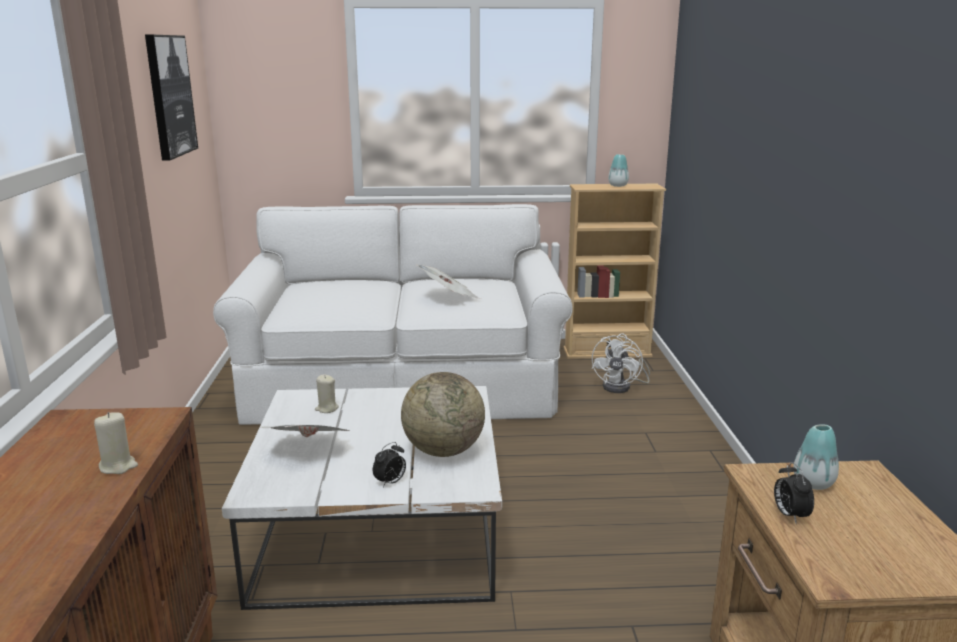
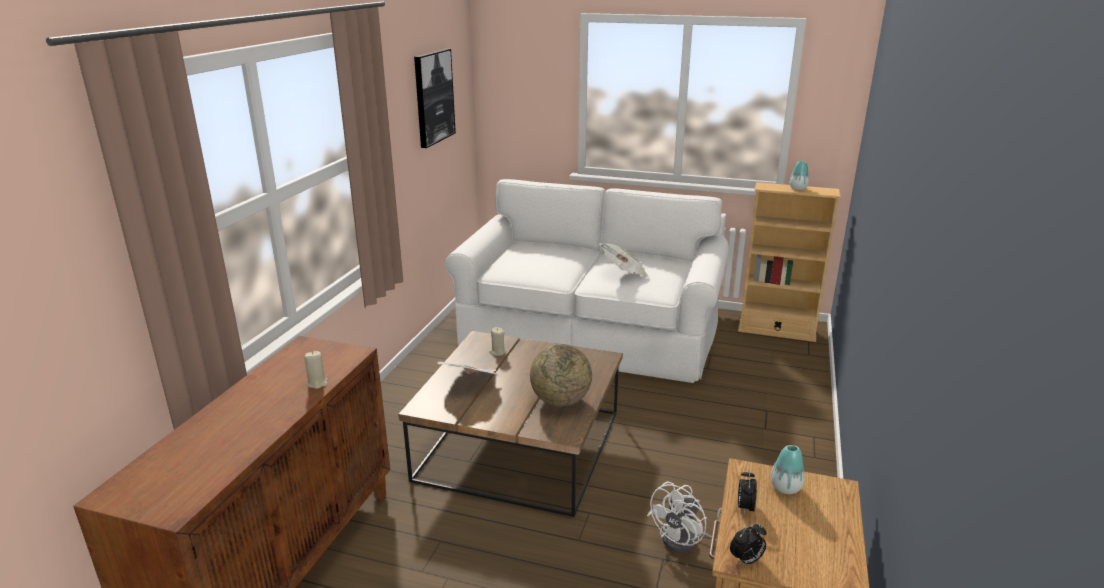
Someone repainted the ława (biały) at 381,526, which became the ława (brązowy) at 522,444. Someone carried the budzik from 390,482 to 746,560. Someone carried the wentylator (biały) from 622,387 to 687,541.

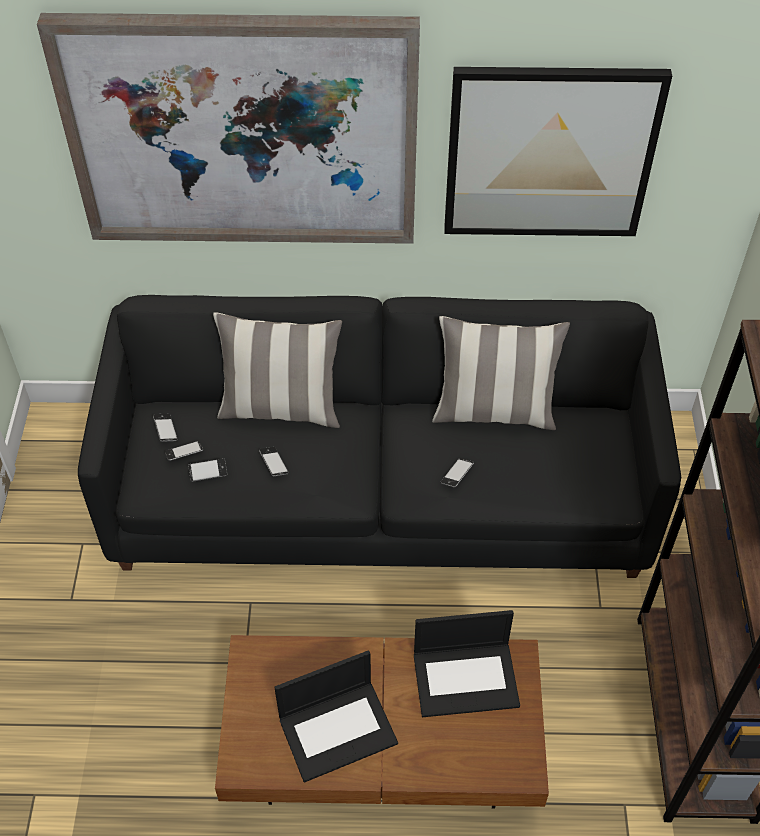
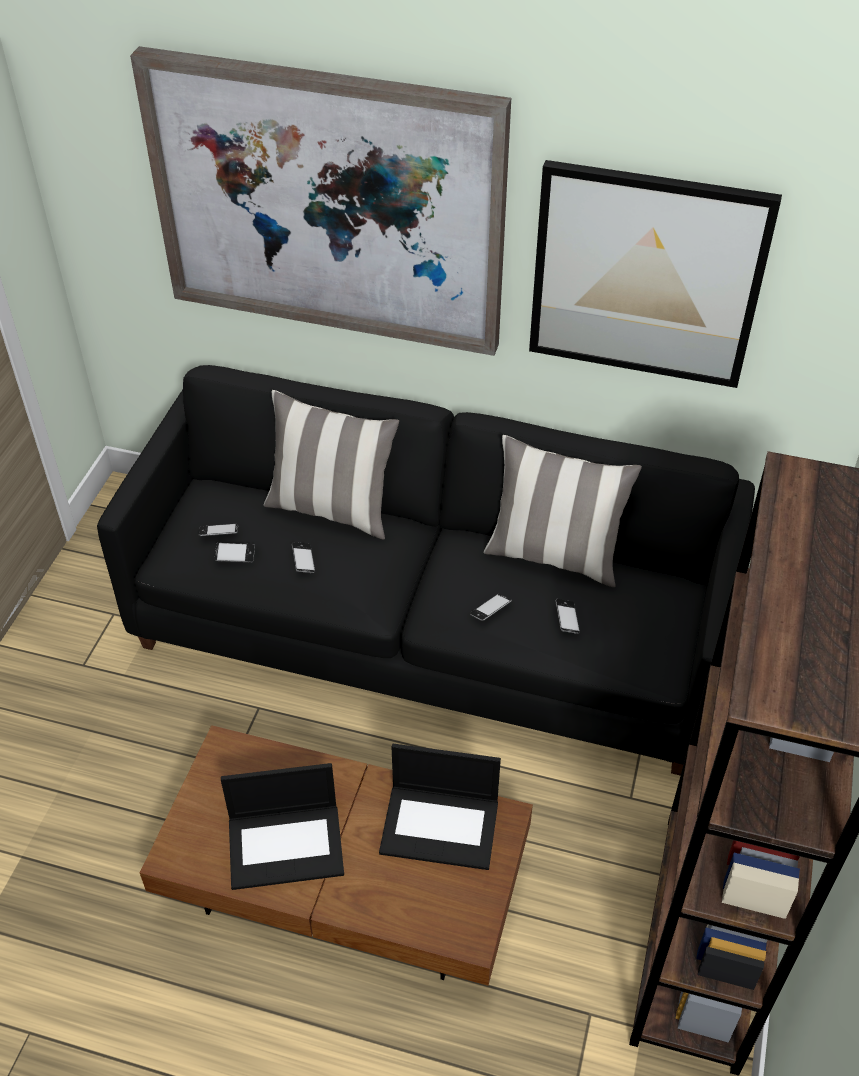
Someone carried the telefon from 165,429 to 567,618.

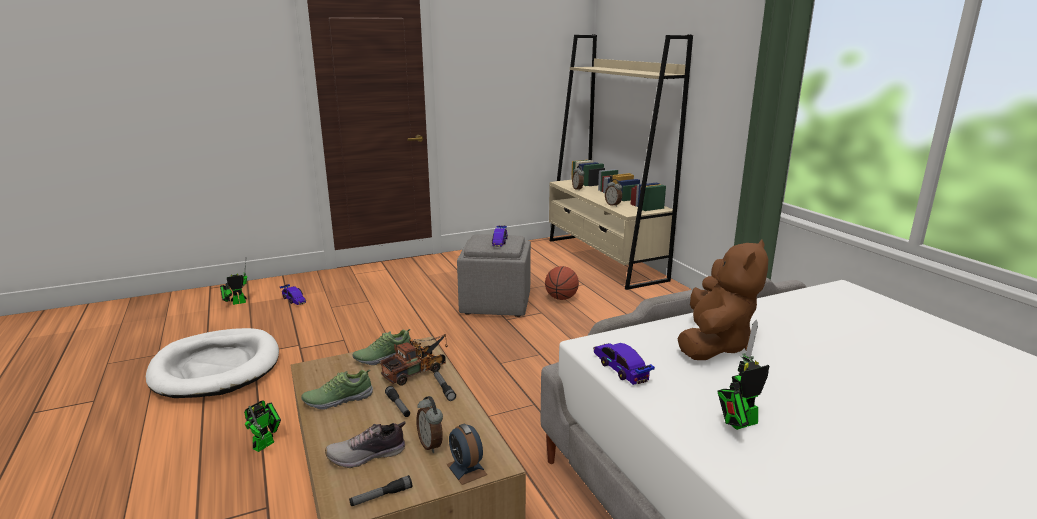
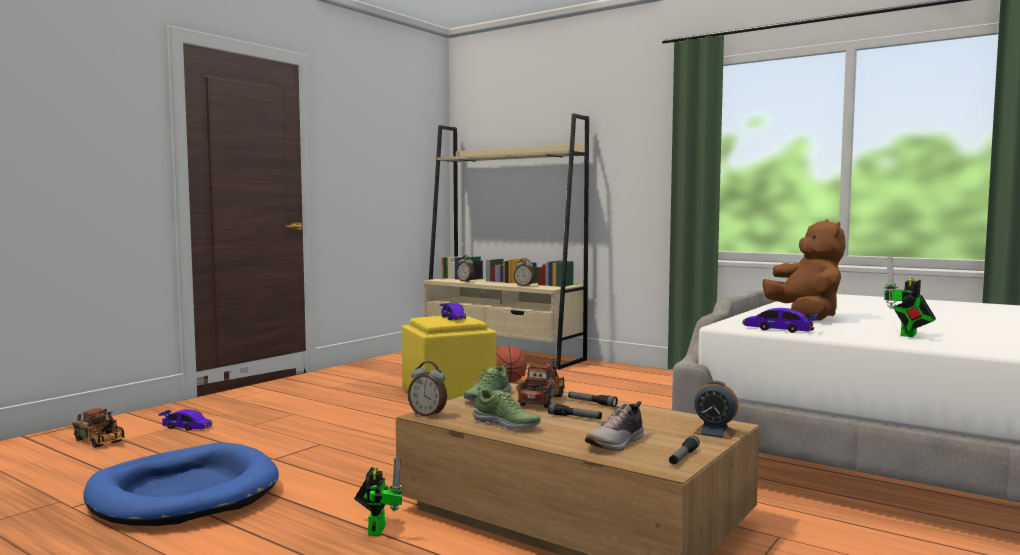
Someone repainted the legowisko (biały) at 217,367, which became the legowisko (niebieski) at 184,493. Someone swapped the robot zabawkowy at 236,303 for the ciężarówka zabawkowa at 101,442. Someone rotated the but at 338,399 by 90 degrees counterclockwise. Someone carried the budzik from 431,444 to 428,415. Someone repainted the pufa (szary) at 496,303, which became the pufa (żółty) at 449,394.

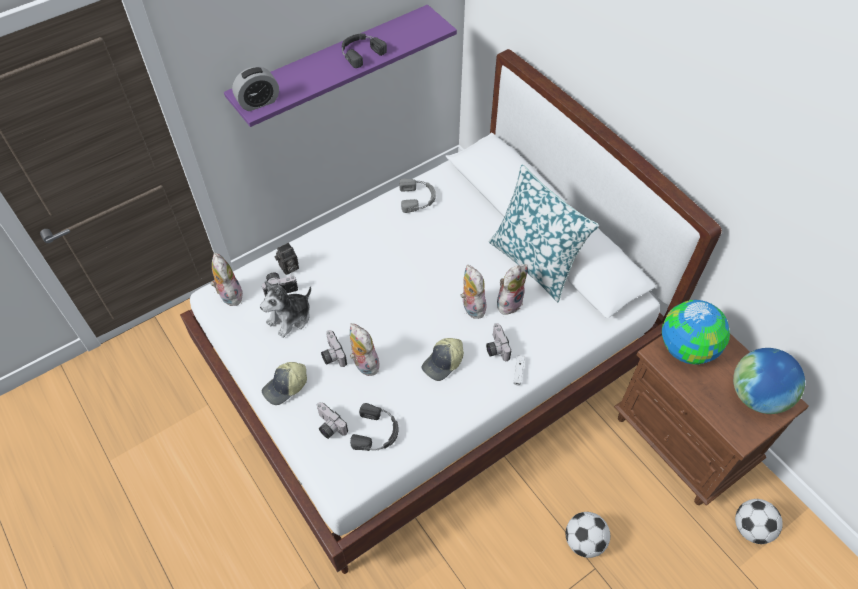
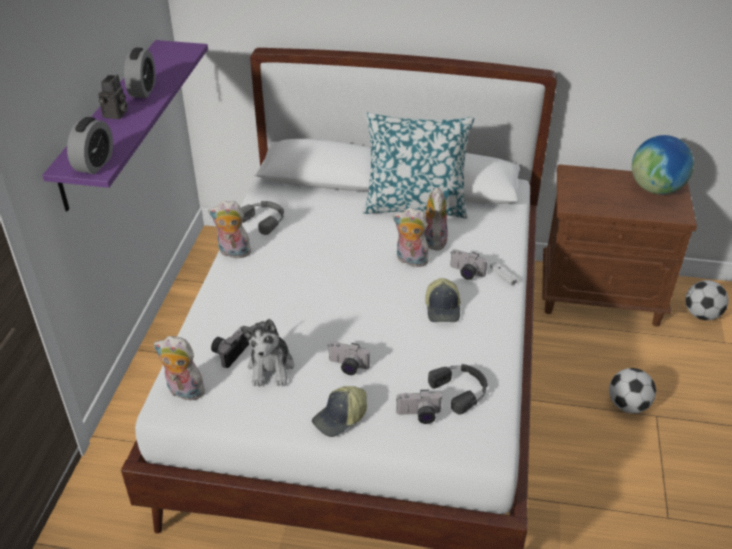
Someone rotated the czapka z daszkiem at 286,387 by 45 degrees clockwise. Someone carried the aparat fotograficzny from 288,268 to 116,115. Someone swapped the słuchawki (czarny) at 360,52 for the budzik at 143,90. Someone carried the pluszak from 363,364 to 233,253. Someone took away the globus at 687,348.

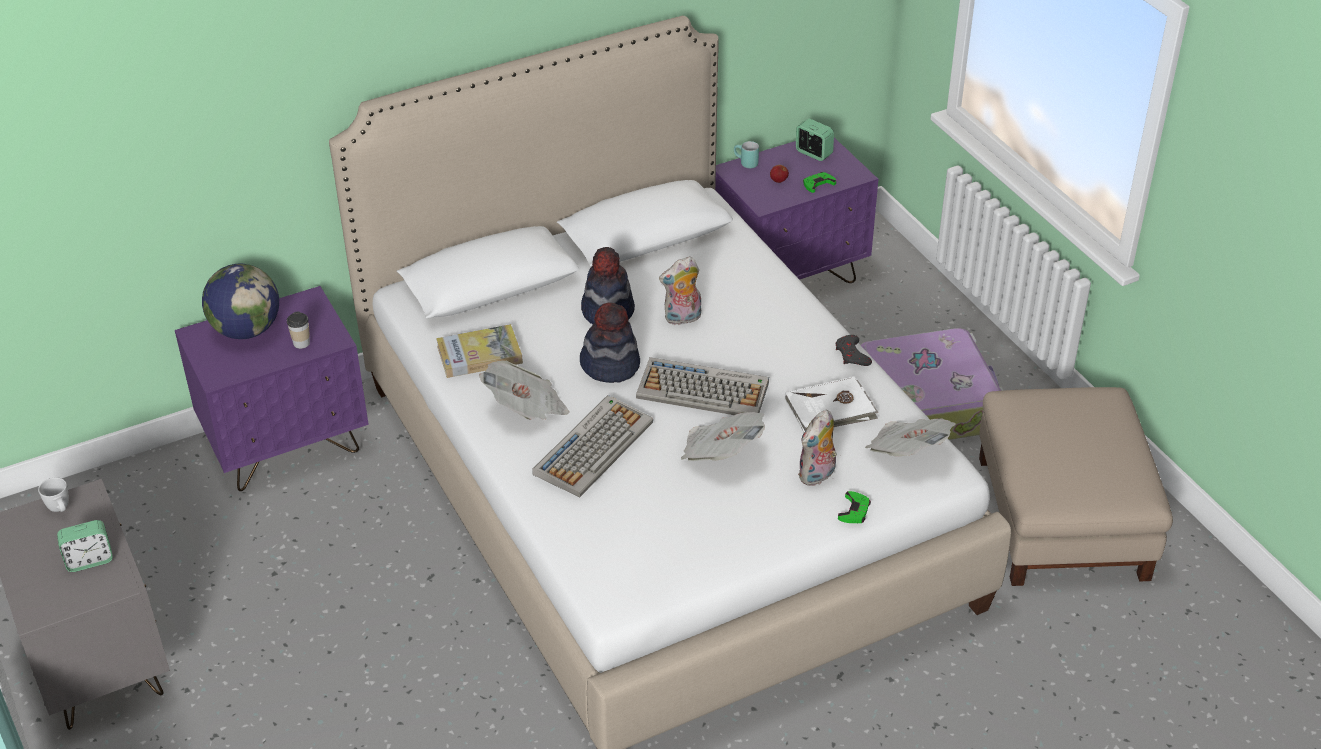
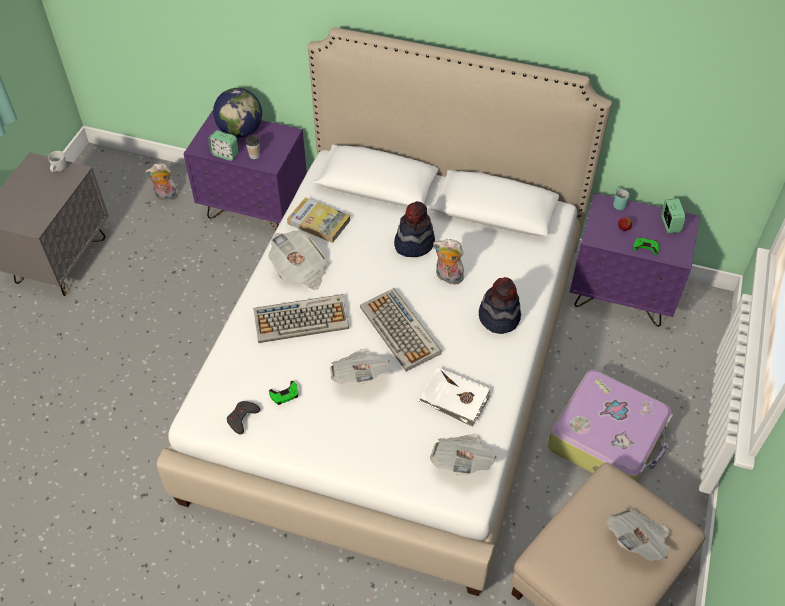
Someone carried the budzik from 89,560 to 225,154. Someone carried the kapelusz from 610,365 to 499,317. Someone carried the pluszak from 817,476 to 166,196. Someone carried the pad do gier (szary) from 852,355 to 242,418. Someone carried the pad do gier (zielony) from 854,511 to 285,395. Someone put down the gazeta at 638,541.

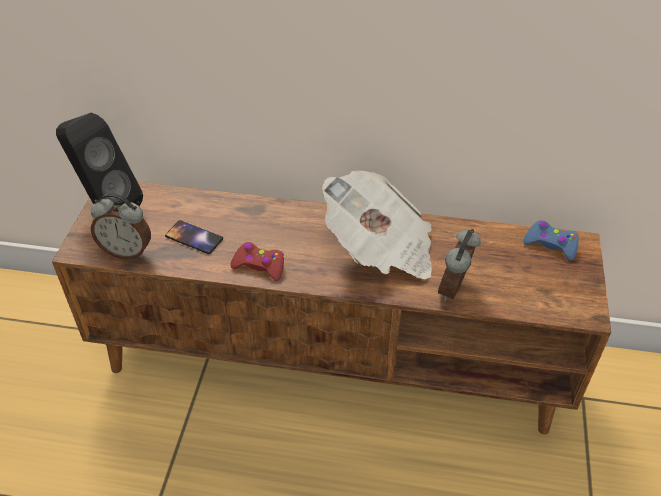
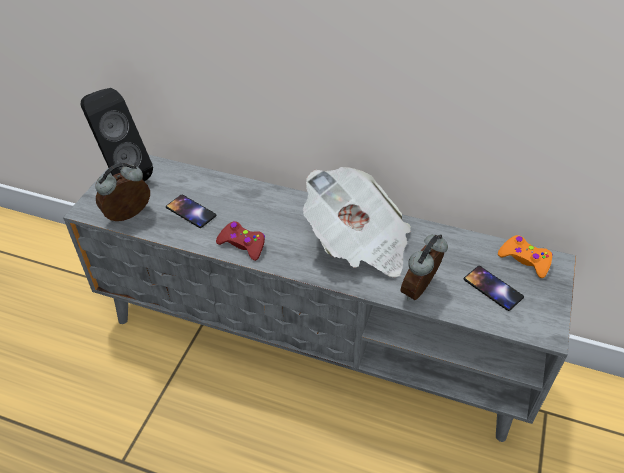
Someone repainted the szafka pod telewizor (brązowy) at 332,360, which became the szafka pod telewizor (szary) at 314,340. Someone rotated the budzik at 127,251 by 120 degrees clockwise. Someone repainted the pad do gier (niebieski) at 551,244, which became the pad do gier (pomarańczowy) at 524,260. Someone put down the telefon at 493,288.

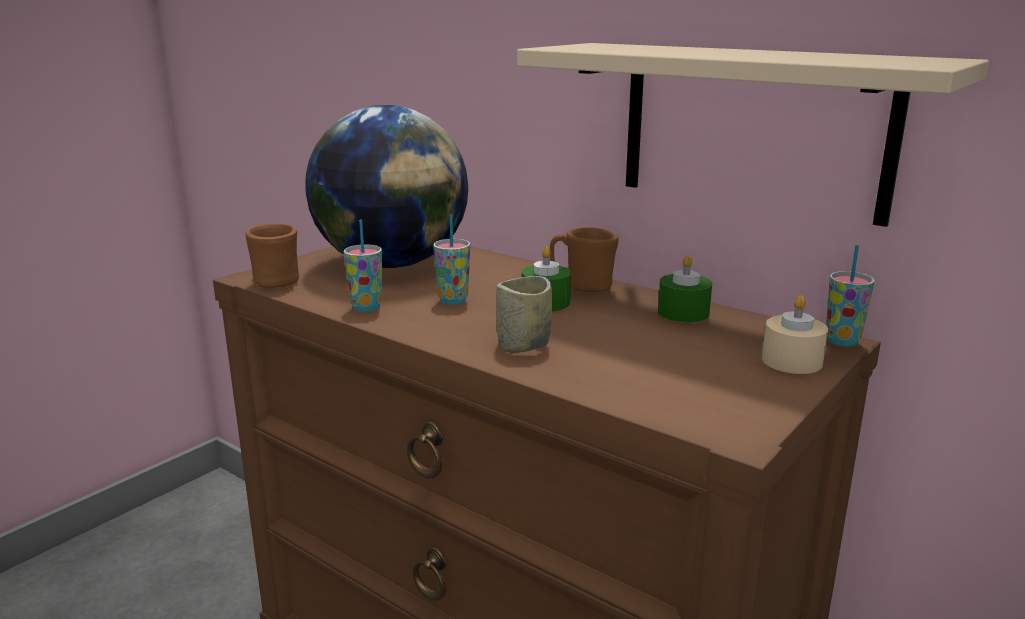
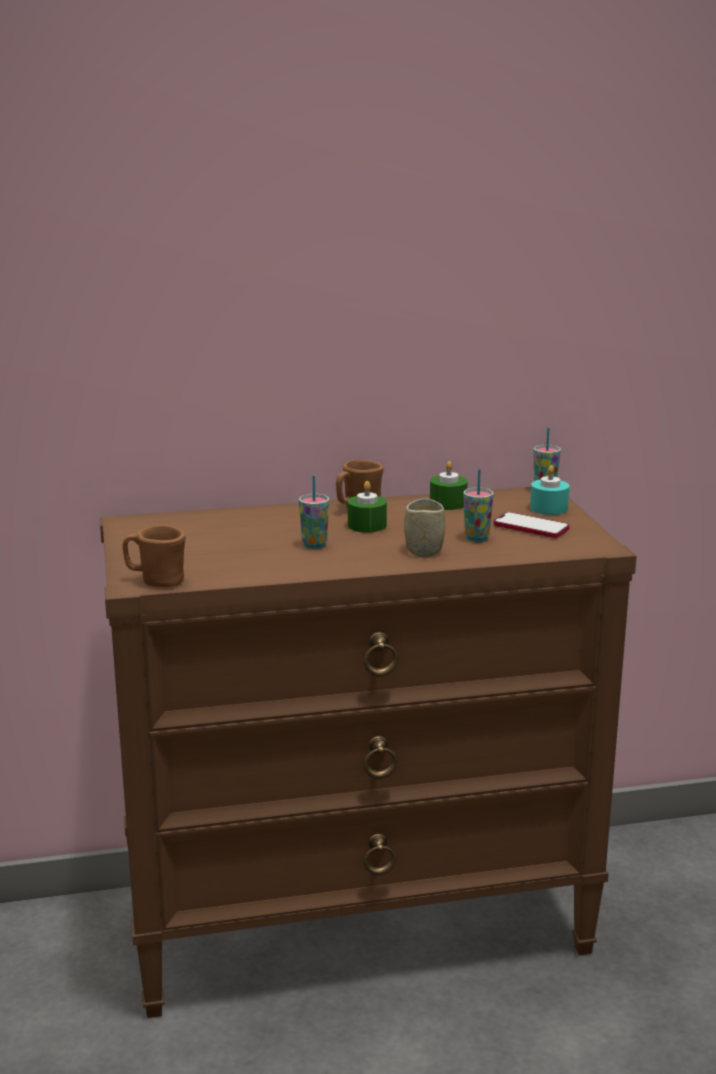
Someone took away the globus at 392,264. Someone carried the filiżanka from 366,307 to 476,538. Someone took away the półka (beżowy) at 753,129. Someone repainted the świeca (beżowy) at 792,361, which became the świeca (turkusowy) at 549,508. Someone put down the telefon at 531,527.

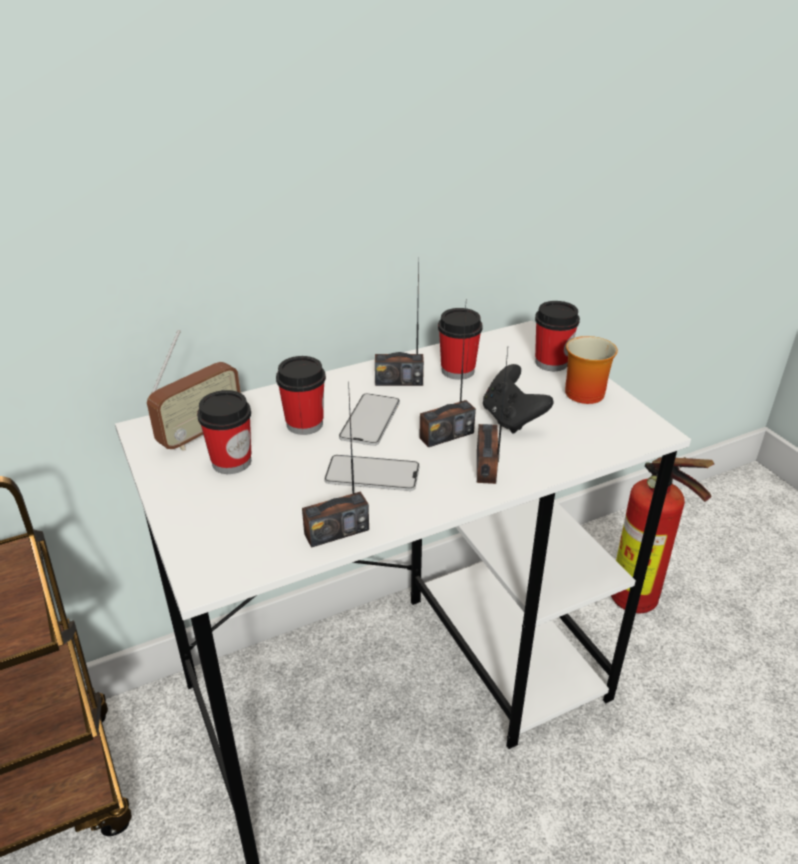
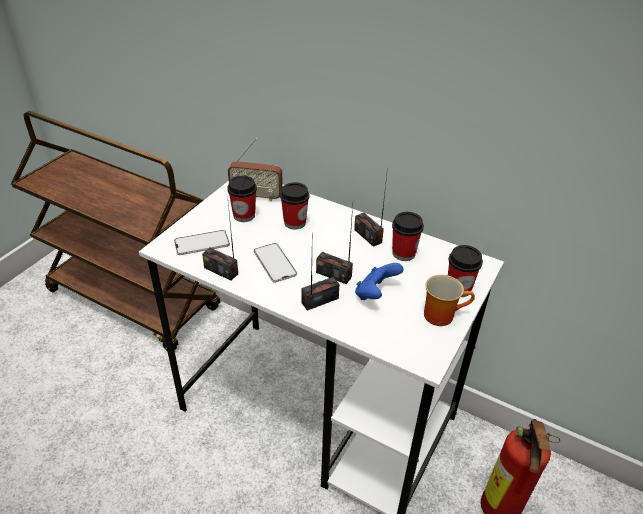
Someone carried the telefon from 370,420 to 202,243. Someone repainted the pad do gier (czarny) at 511,419, which became the pad do gier (niebieski) at 375,294.

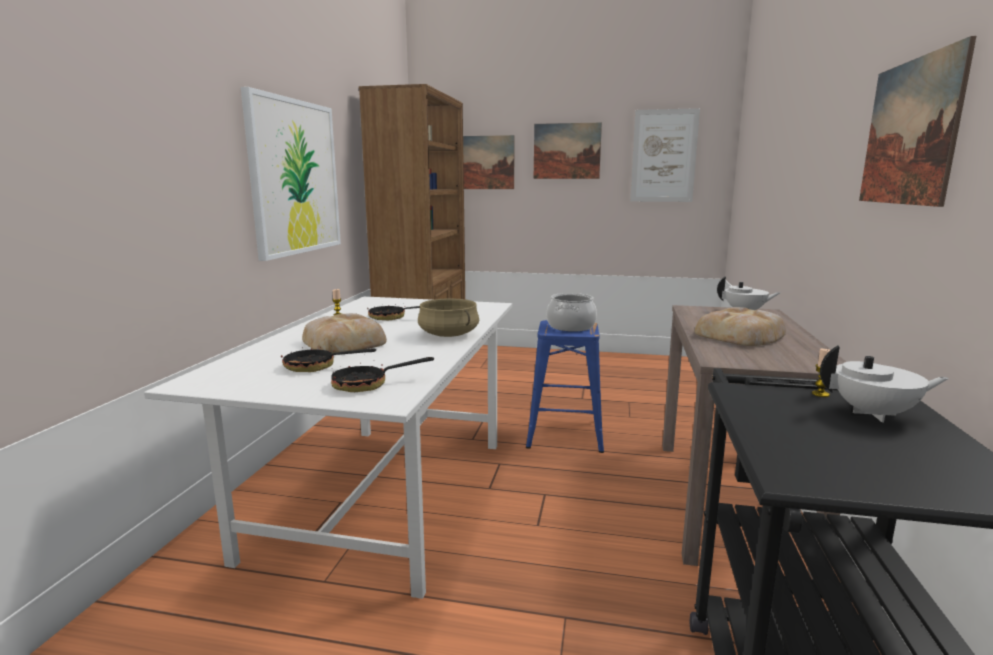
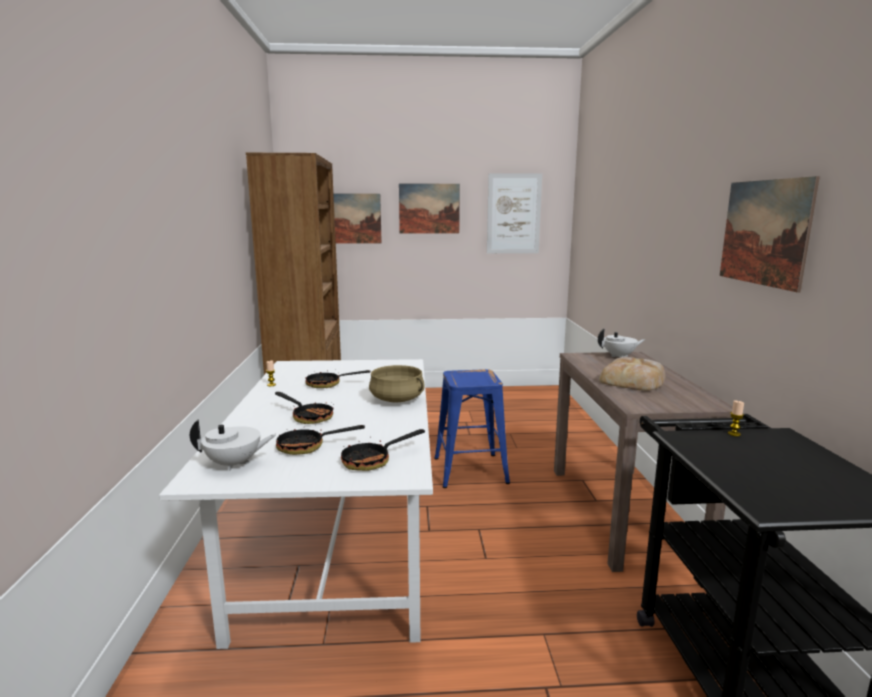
Someone took away the obraz at 295,177. Someone swapped the chleb at 345,342 for the patelnia at 308,417. Someone took away the garnek at 570,326. Someone carried the imbryk (biały) from 874,414 to 234,464.

